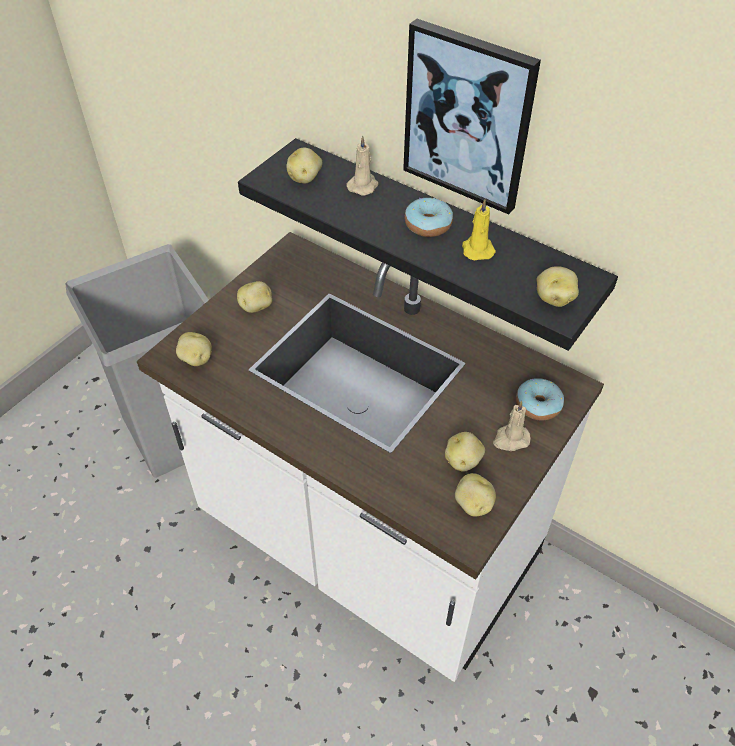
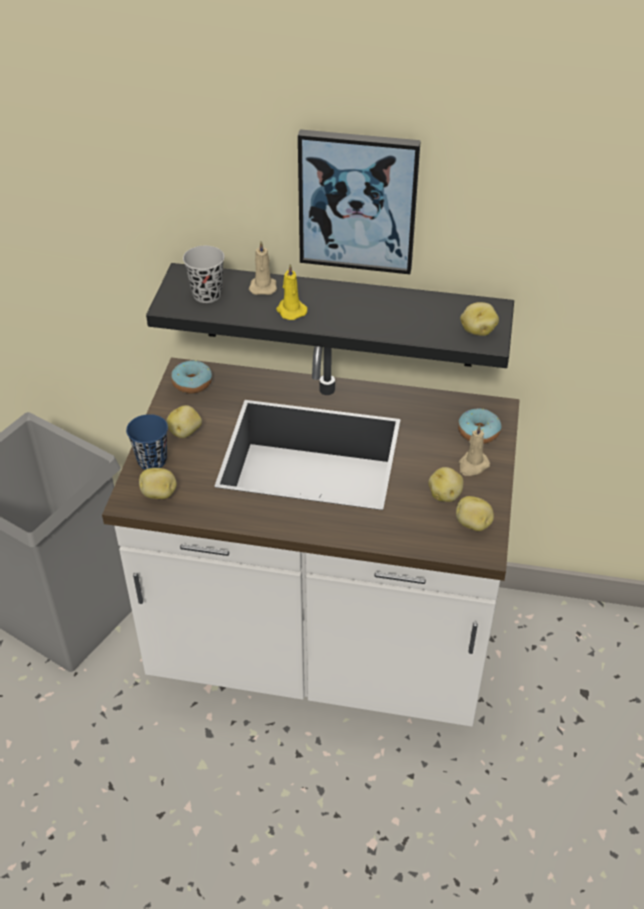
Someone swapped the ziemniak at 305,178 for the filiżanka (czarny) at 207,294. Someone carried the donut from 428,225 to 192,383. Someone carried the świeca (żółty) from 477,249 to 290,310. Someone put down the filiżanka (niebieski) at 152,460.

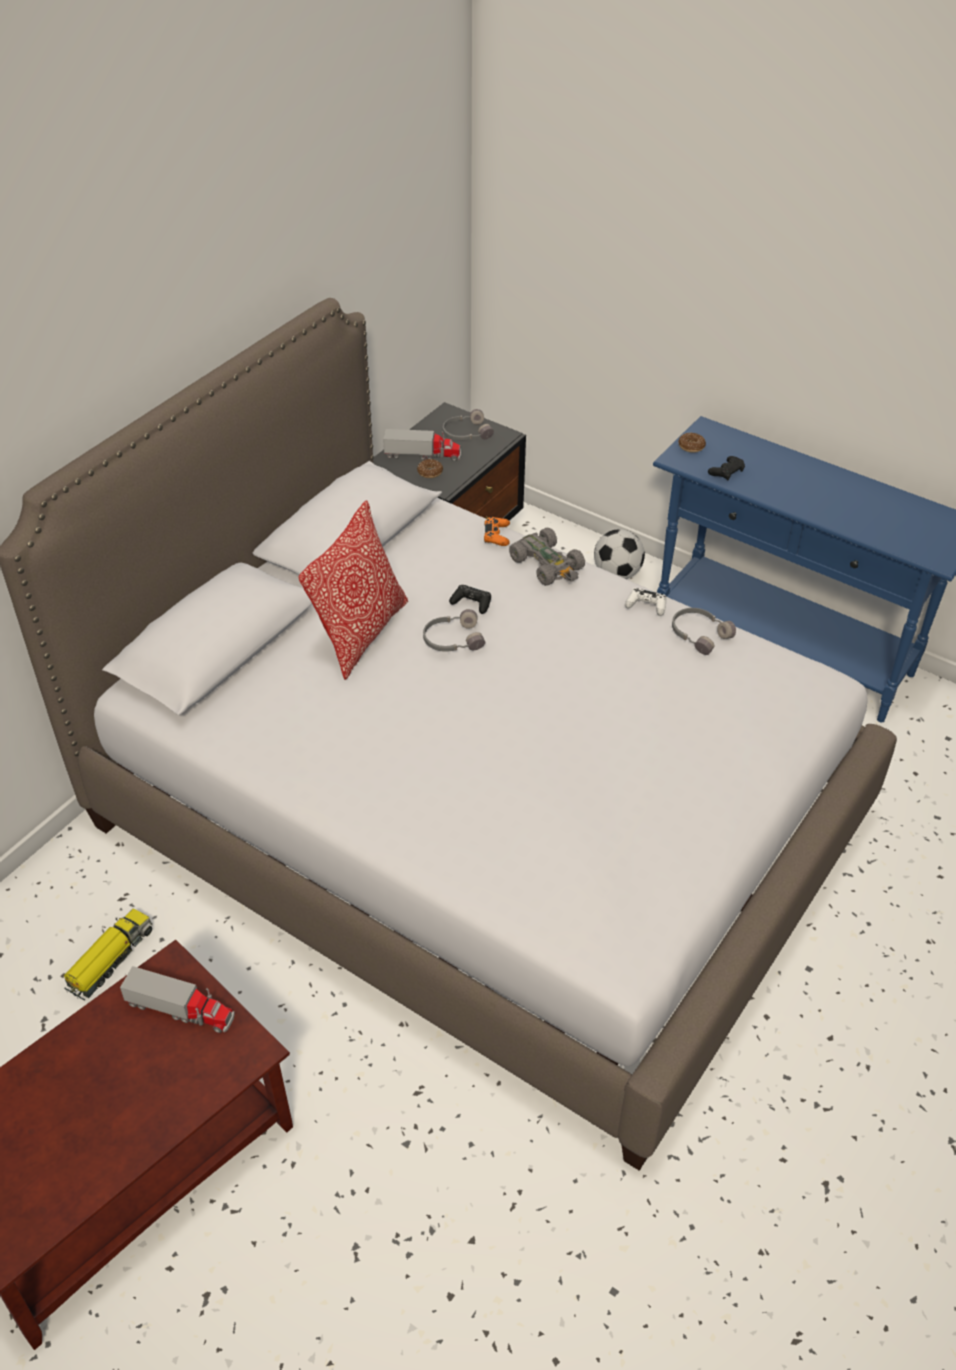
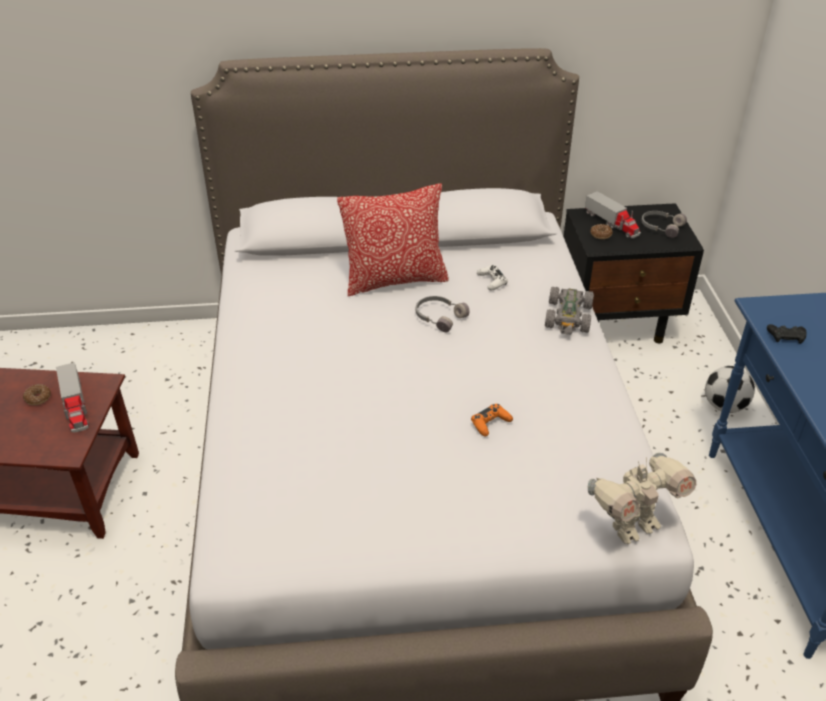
Someone took away the ciężarówka zabawkowa at 110,960. Someone took away the pad do gier (czarny) at 471,603. Someone carried the pad do gier (pomarańczowy) from 496,535 to 490,423. Someone carried the pad do gier (biały) from 646,606 to 492,281. Someone took away the słuchawki (szary) at 699,634. Someone carried the donut from 691,446 to 38,398. Someone put down the robot zabawkowy at 632,526.

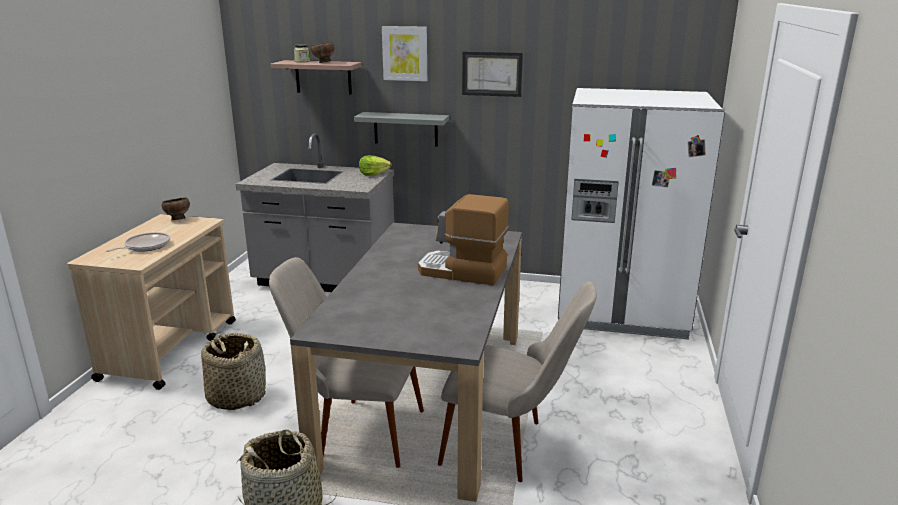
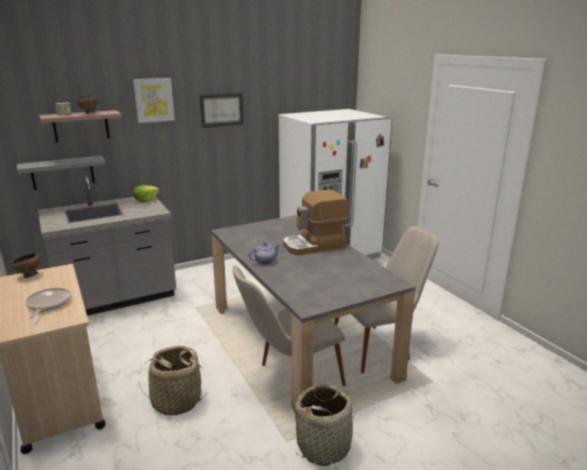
Someone carried the półka (szary) from 405,129 to 62,173. Someone put down the imbryk at 265,261.

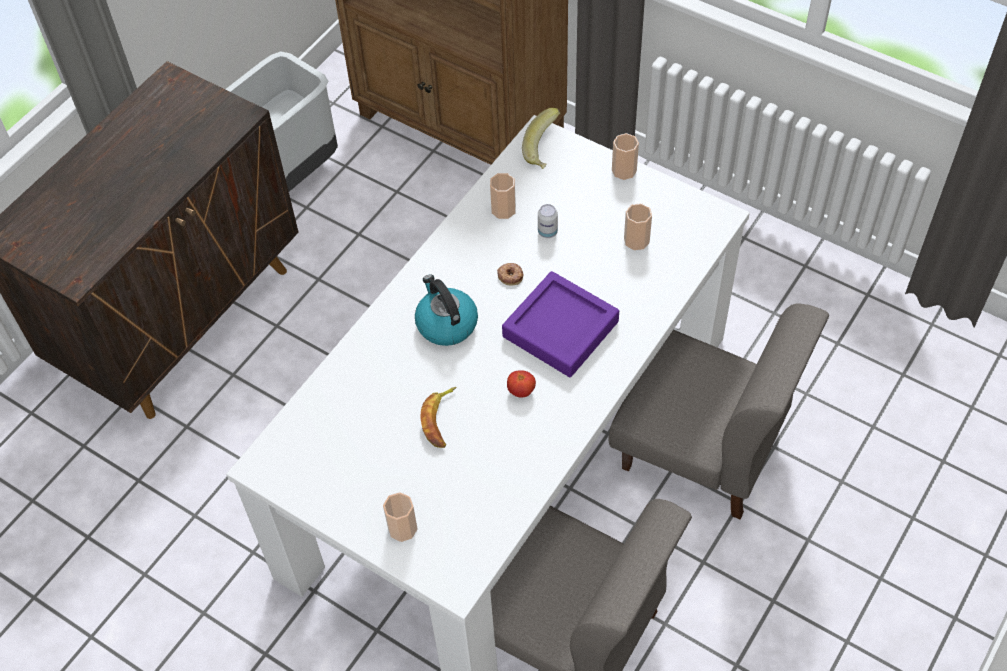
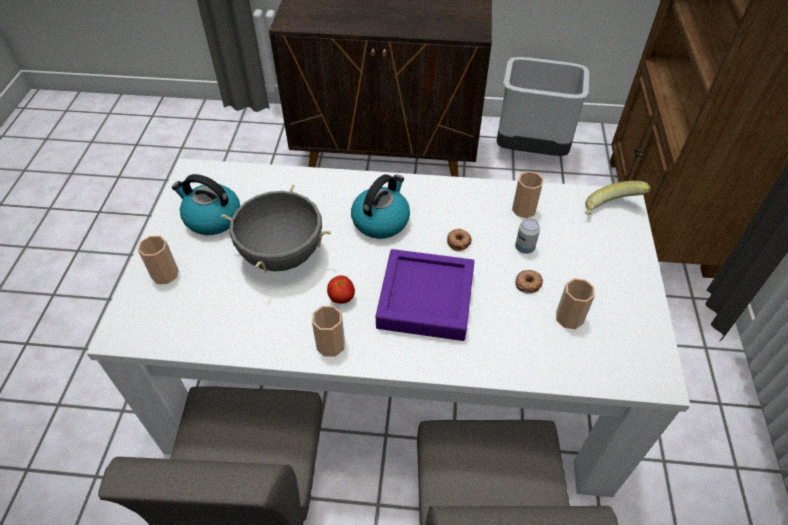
Someone swapped the banan at 440,420 for the garnek (szary) at 282,255. Someone carried the filiżanka from 624,170 to 330,344. Someone put down the czajnik at 212,218. Someone put down the donut at 528,283.

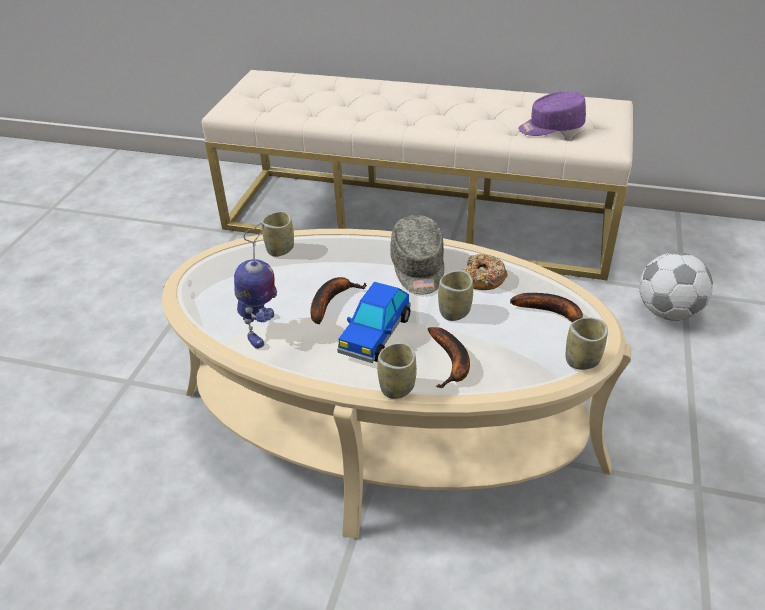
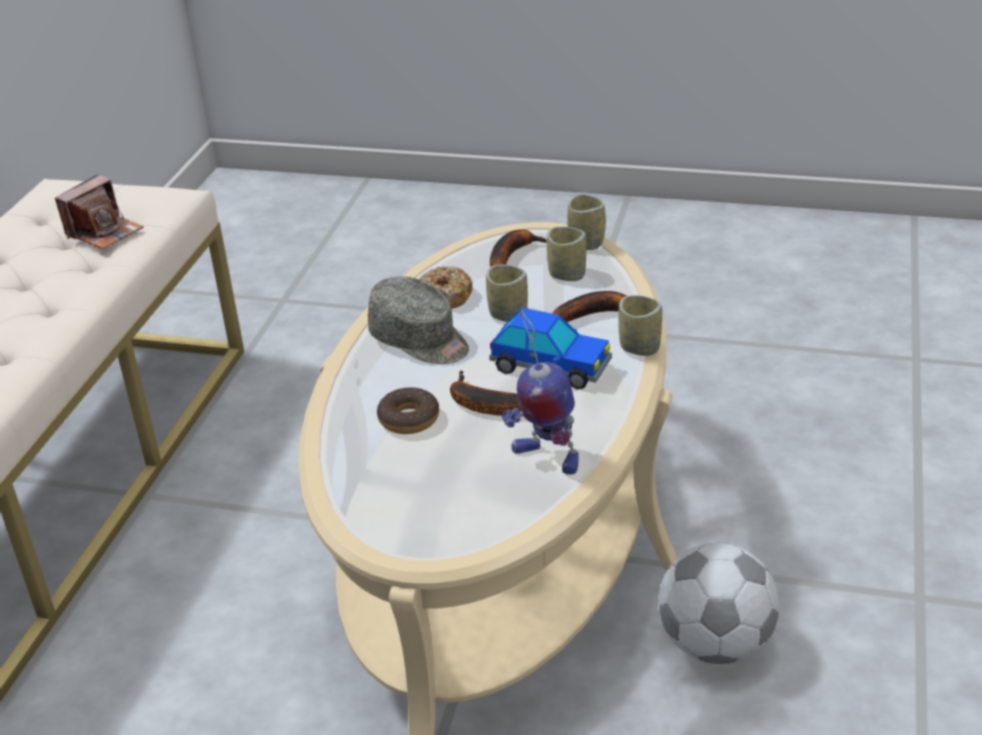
Someone rotated the robot zabawkowy at 261,330 by 150 degrees counterclockwise. Someone carried the filiżanka from 280,249 to 567,275. Someone rotated the czapka z daszkiem (szary) at 418,268 by 45 degrees clockwise. Someone swapped the czapka z daszkiem (fioletowy) at 550,127 for the aparat fotograficzny at 104,232. Someone carried the piłka futbolowa from 668,312 to 716,644. Someone put down the donut at 409,419.

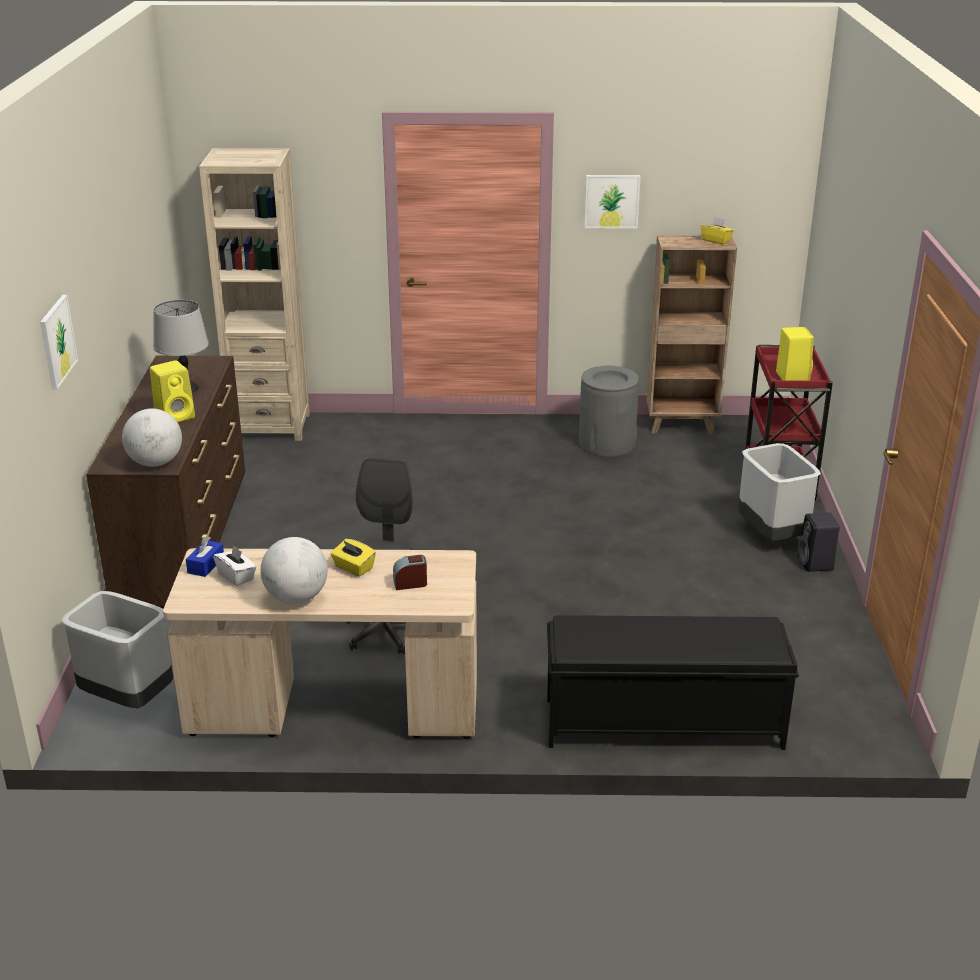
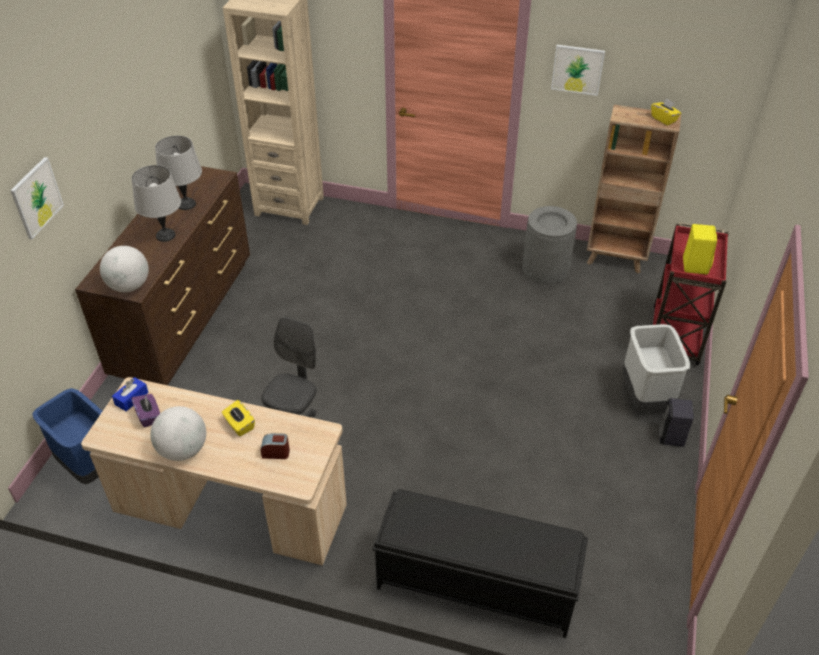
Someone repainted the kosz na śmieci (szary) at 126,699, which became the kosz na śmieci (niebieski) at 89,465. Someone swapped the głośnik (żółty) at 176,416 for the lampa stołowa (szary) at 166,235. Someone repainted the pudełko chusteczek (biały) at 236,576, which became the pudełko chusteczek (fioletowy) at 149,416.

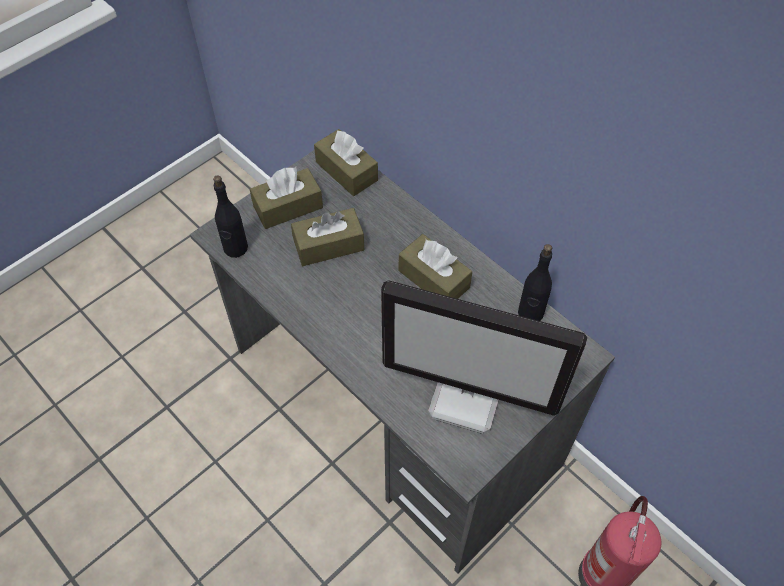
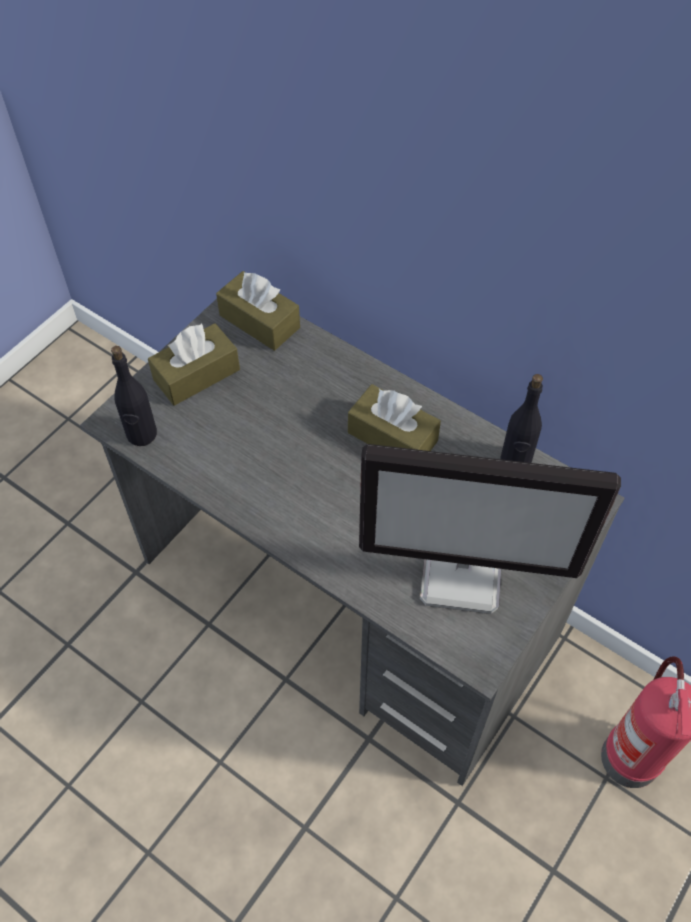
Someone took away the pudełko chusteczek (brązowy) at 329,245.

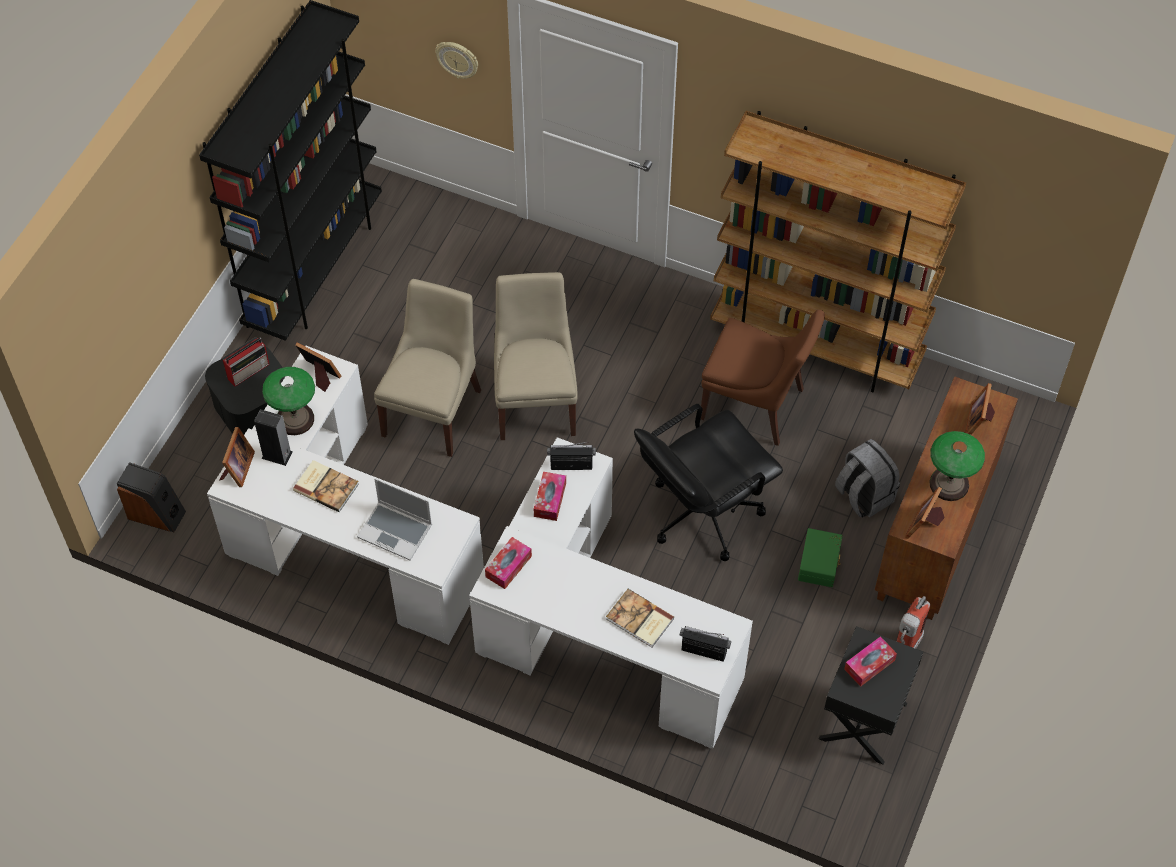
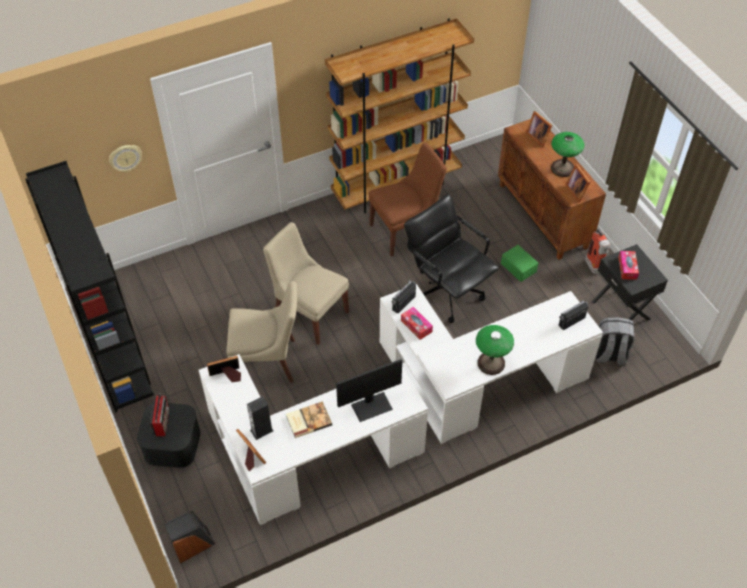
Someone carried the lampa stołowa from 295,418 to 490,363. Someone swapped the laptop at 396,531 for the monitor at 371,406. Someone rotated the krzesło (beżowy) at 433,409 by 120 degrees clockwise. Someone took away the pudełko chusteczek at 508,566. Someone took away the książka at 639,620. Someone rotated the krzesło biurowe (czarny) at 702,512 by 135 degrees clockwise. Someone carried the plecak (szary) from 863,495 to 609,354.

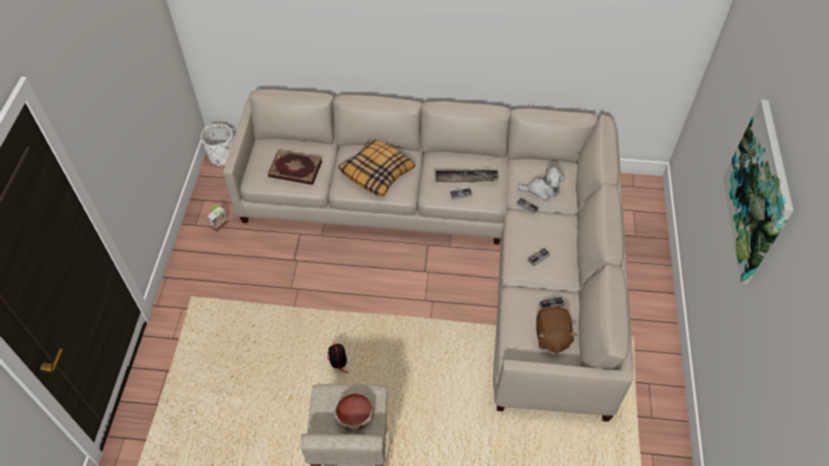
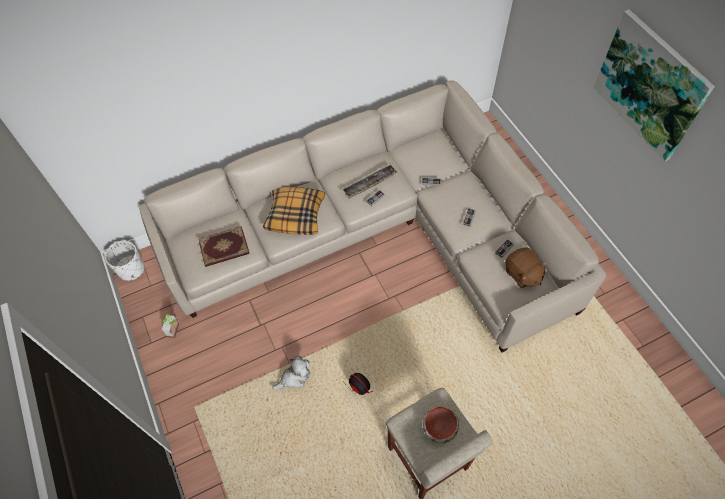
Someone carried the pluszak from 542,190 to 294,377.

